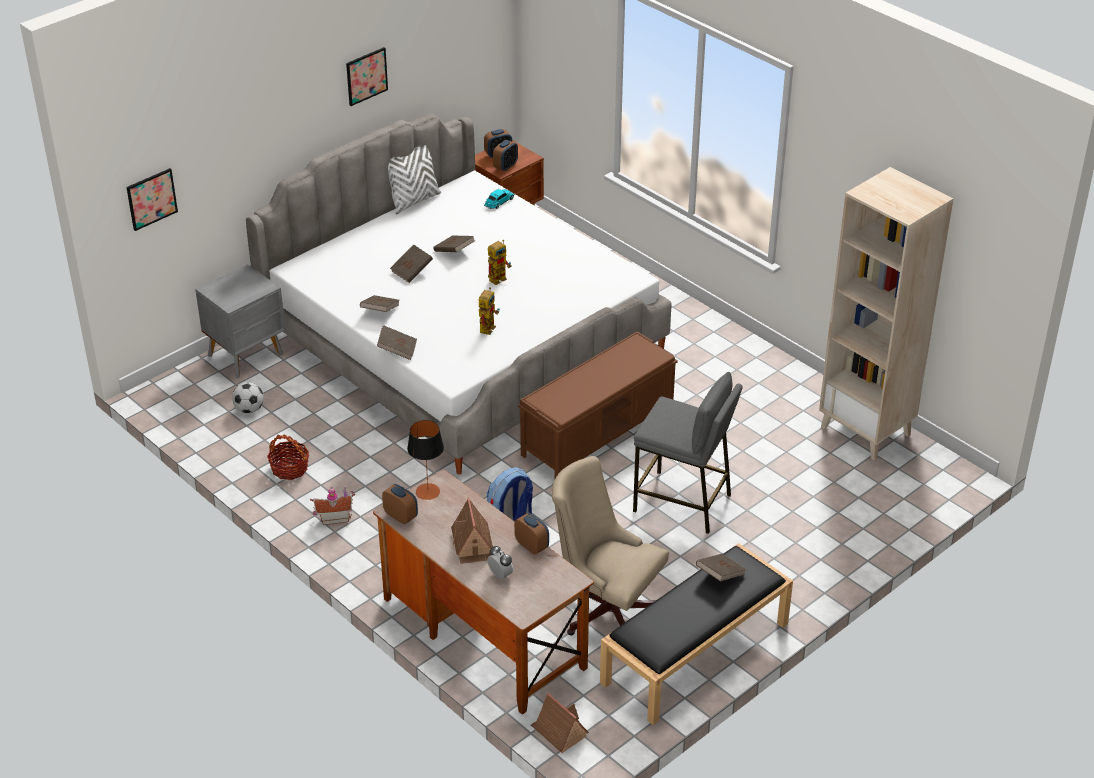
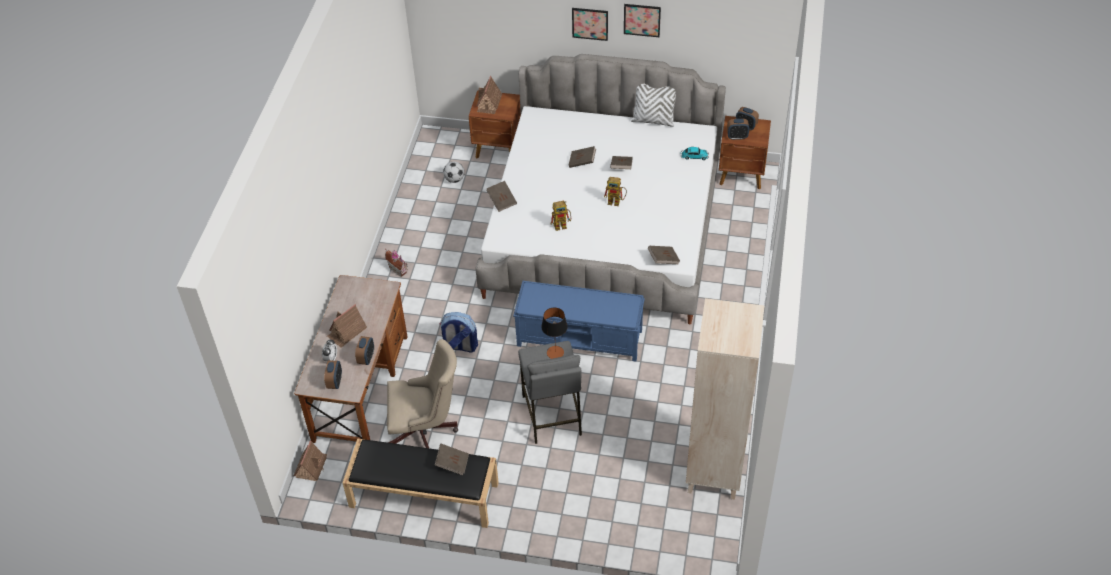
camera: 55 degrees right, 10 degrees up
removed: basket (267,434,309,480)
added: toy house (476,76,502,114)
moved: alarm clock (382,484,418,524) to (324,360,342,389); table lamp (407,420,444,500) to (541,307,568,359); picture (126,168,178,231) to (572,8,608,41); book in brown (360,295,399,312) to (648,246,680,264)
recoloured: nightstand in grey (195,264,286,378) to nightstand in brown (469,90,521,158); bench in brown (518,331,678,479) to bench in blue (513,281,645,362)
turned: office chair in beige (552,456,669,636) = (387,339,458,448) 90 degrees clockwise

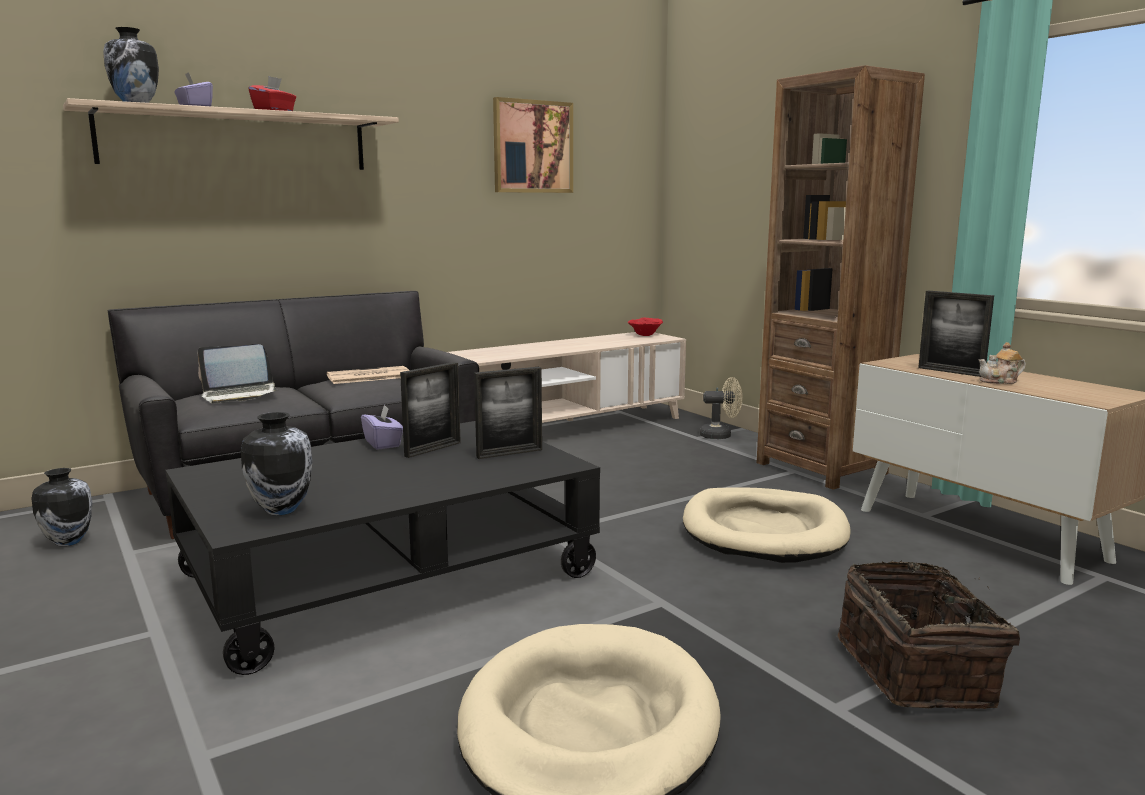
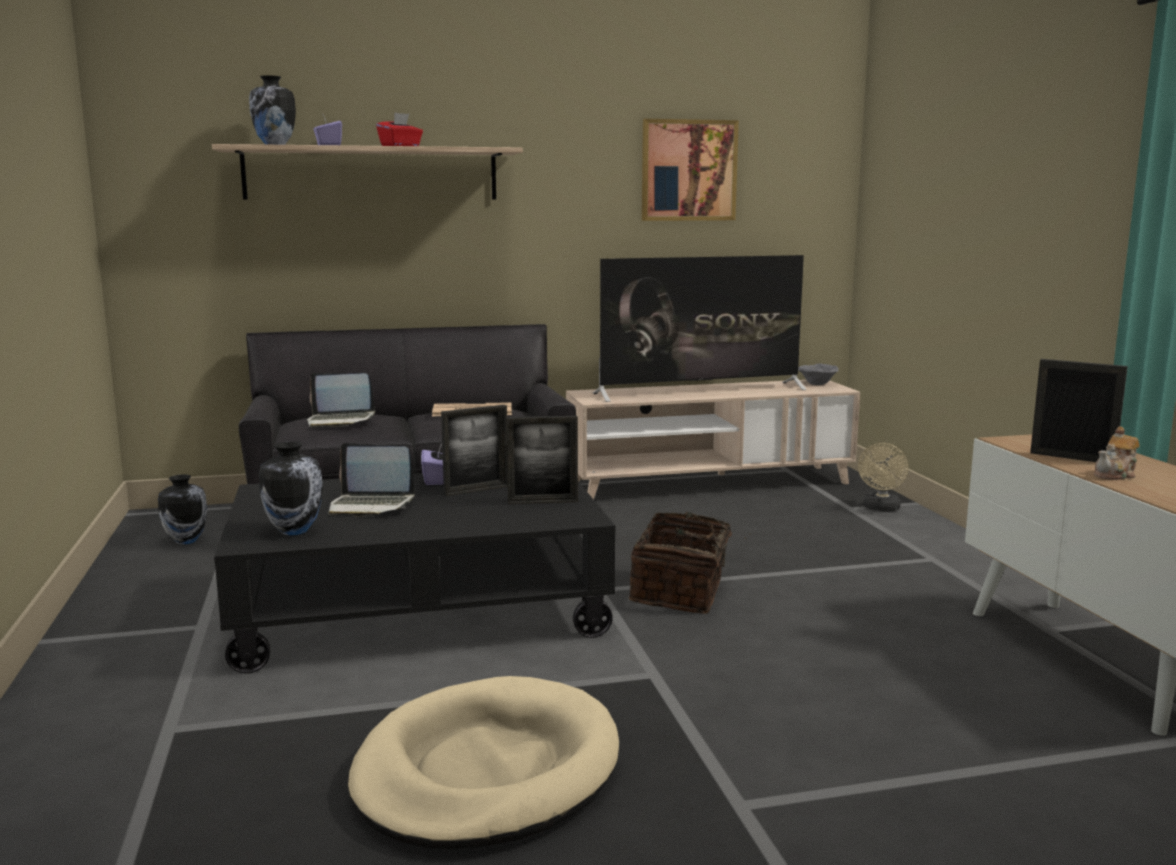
camera: 20 degrees right, 0 degrees up
removed: dog bed in beige (683,487,851,563); bookcase in brown (757,65,925,489)
added: laptop (328,443,415,517); television (593,255,806,402)
moved: basket (838,561,1020,709) to (629,512,751,614)
recoloured: bowl in red (628,318,663,336) to bowl in grey (798,363,839,385)
turned: fan in beige (700,377,742,439) = (858,443,908,511) 90 degrees clockwise; picture frame (918,291,994,377) = (1030,359,1128,462) 150 degrees clockwise; teapot (979,342,1026,384) = (1094,427,1140,480) 45 degrees counterclockwise

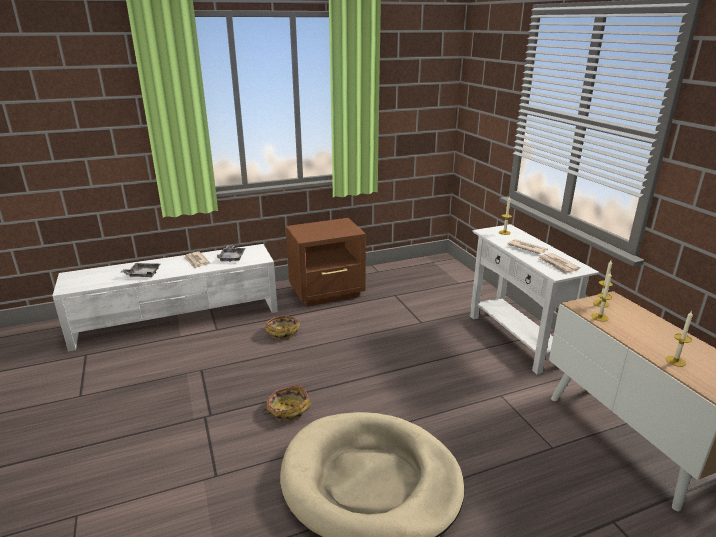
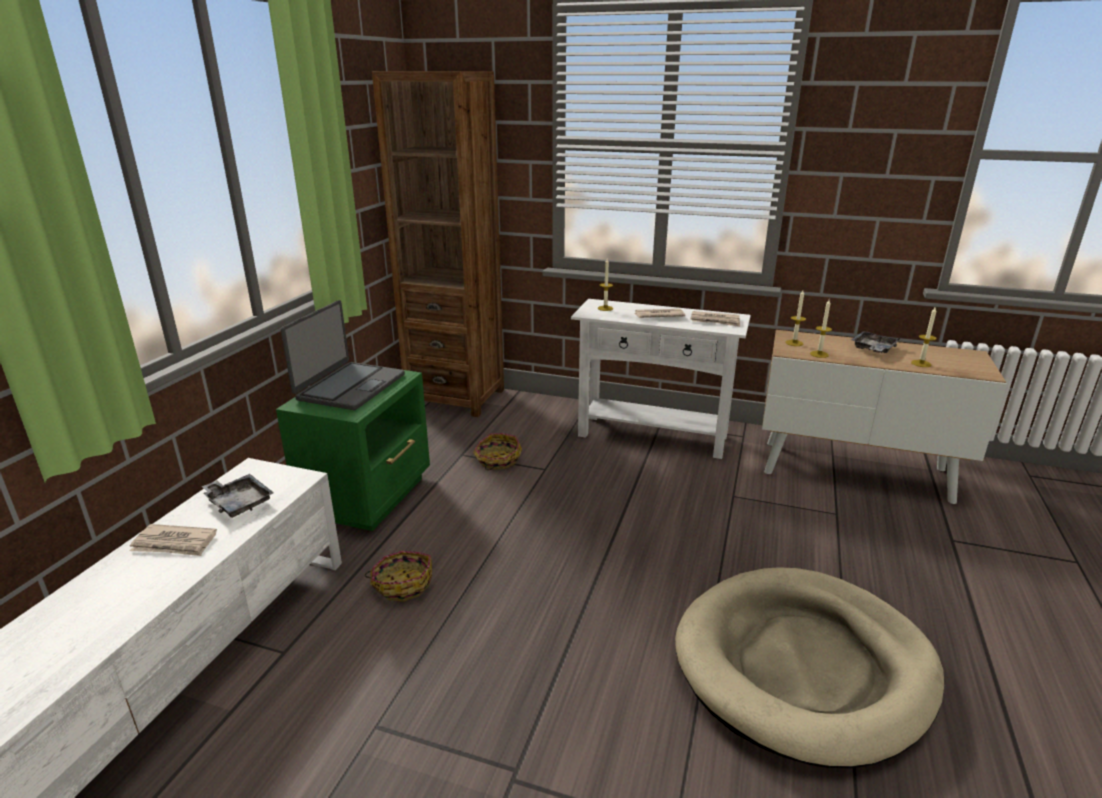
camera: 50 degrees left, 0 degrees up
added: laptop (281,300,405,410); bookcase in brown (372,71,504,417)
moved: basket (262,385,311,421) to (473,433,522,470); tray in grey (120,263,160,277) to (851,331,900,353)
recoloured: nightstand in brown (286,218,366,307) to nightstand in green (276,370,430,531)

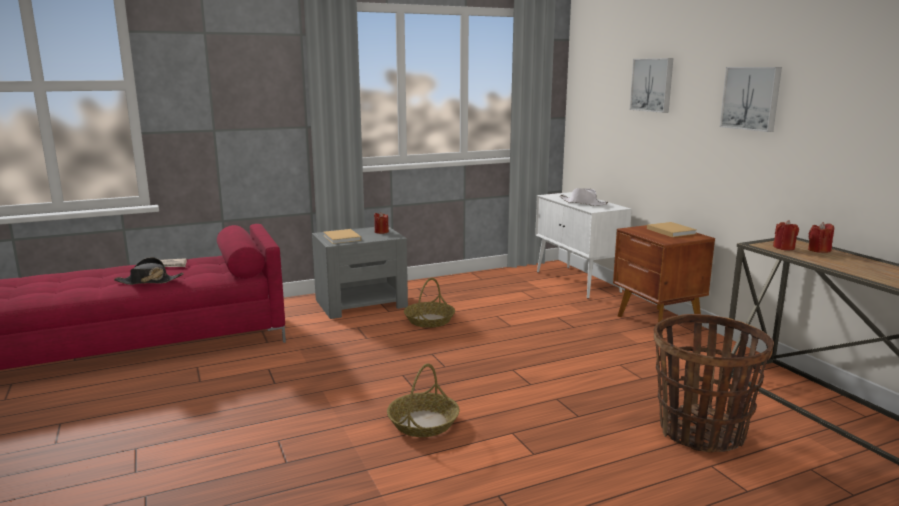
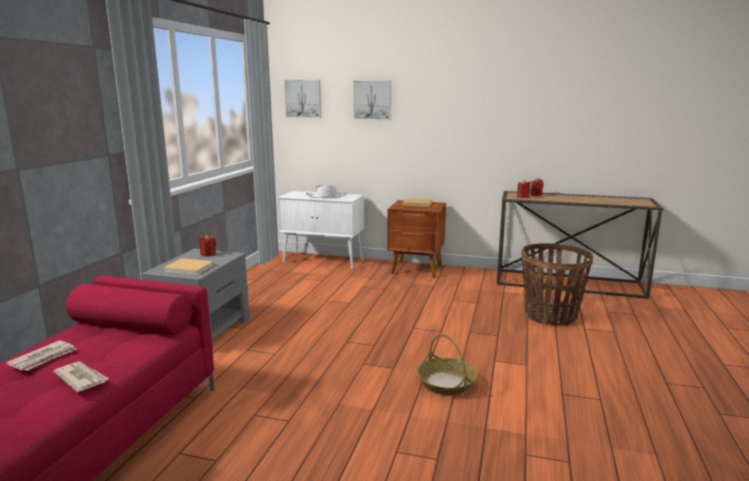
camera: 50 degrees left, 0 degrees up
removed: basket (404,278,455,328)
moved: picture (720,67,782,132) to (284,80,321,118)
replaced: hat in black (114,257,184,285) to newspaper (53,361,109,392)

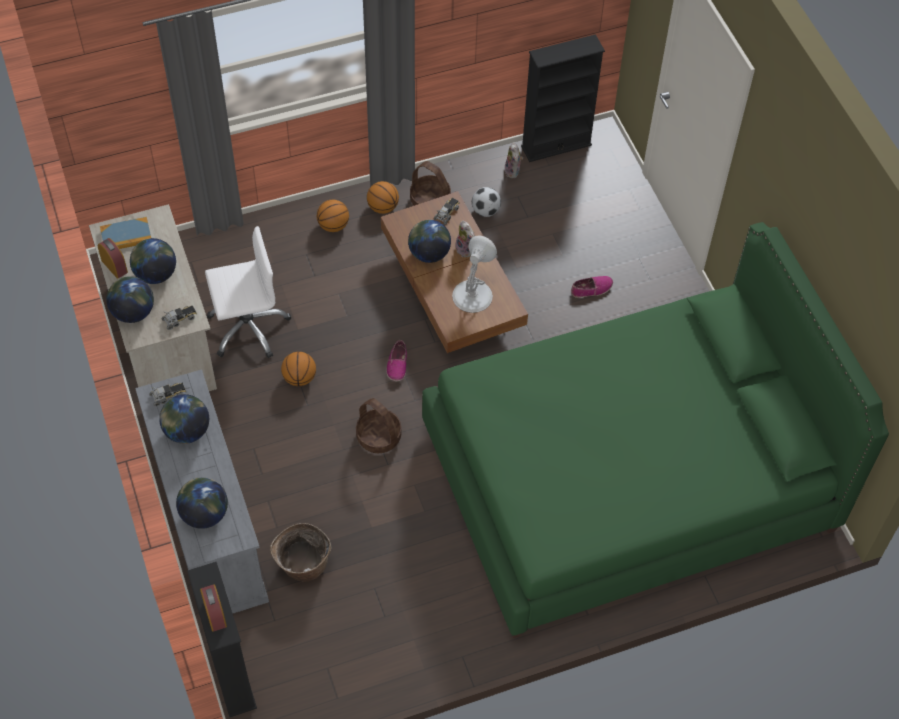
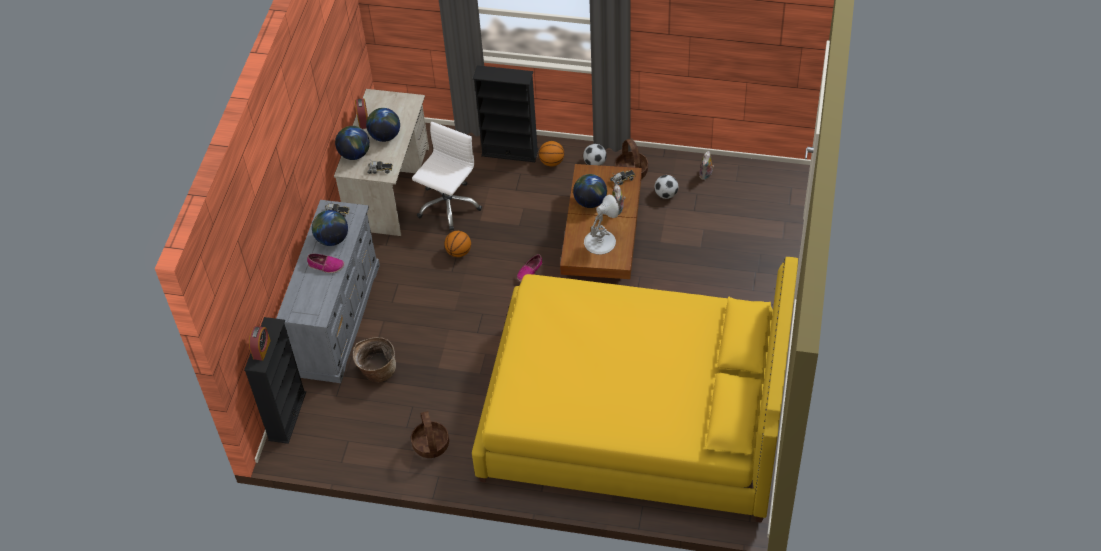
camera: 35 degrees right, 5 degrees down
removed: book (100,217,151,249); globe (176,477,228,529)
moved: shoe (571,276,613,298) to (307,253,345,273); basket (356,398,402,453) to (411,411,449,458); bookcase in black (521,34,605,162) to (473,65,539,162)
replaced: basketball (367,181,399,214) to football (583,144,607,166)
recoloured: bed in green (422,222,889,638) to bed in yellow (472,257,798,523)
turned: office chair in white (205,226,291,358) = (412,122,482,231) 75 degrees counterclockwise

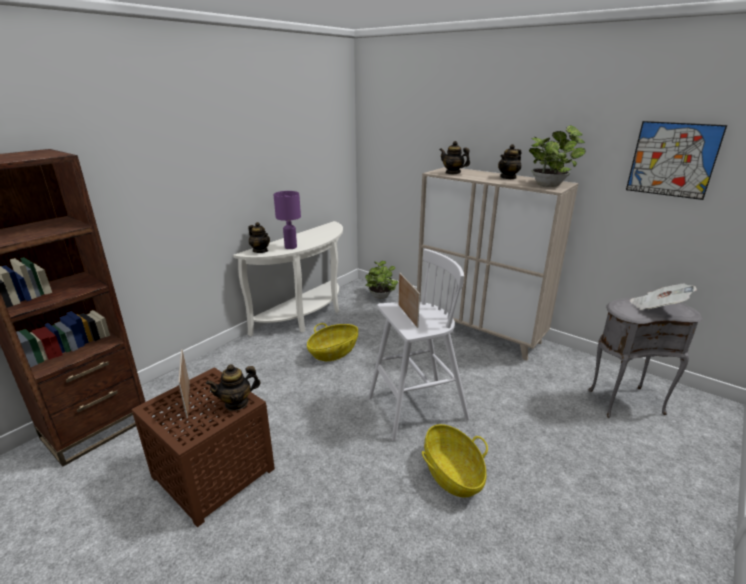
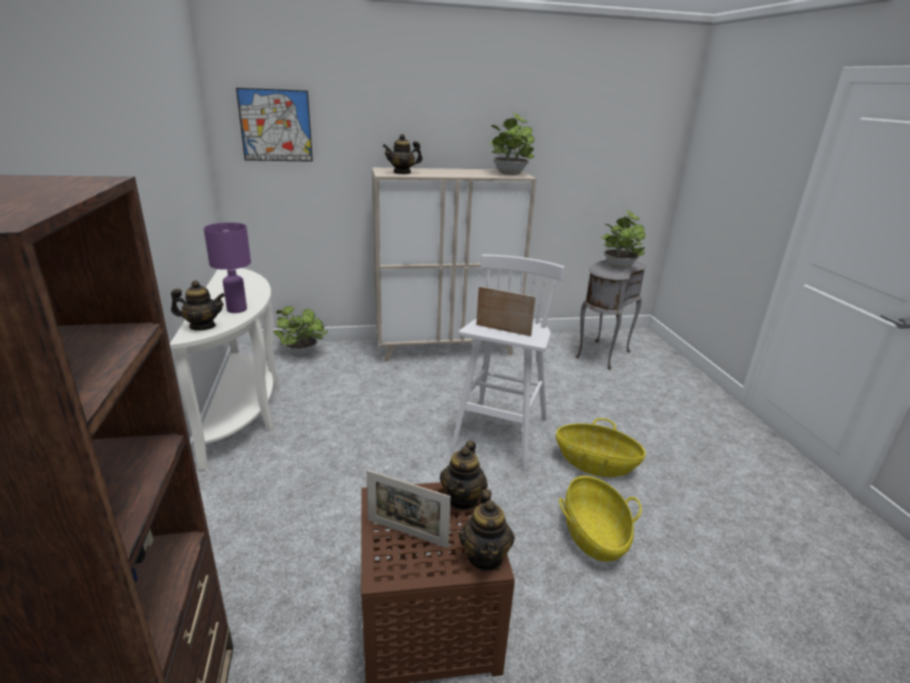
camera: 50 degrees left, 0 degrees up
moved: picture (626,121,727,200) to (236,88,313,162); teapot (498,144,521,179) to (459,490,515,571); basket (307,323,358,361) to (559,476,642,562)
replaced: newspaper (630,284,697,310) to potted plant (601,210,645,269)

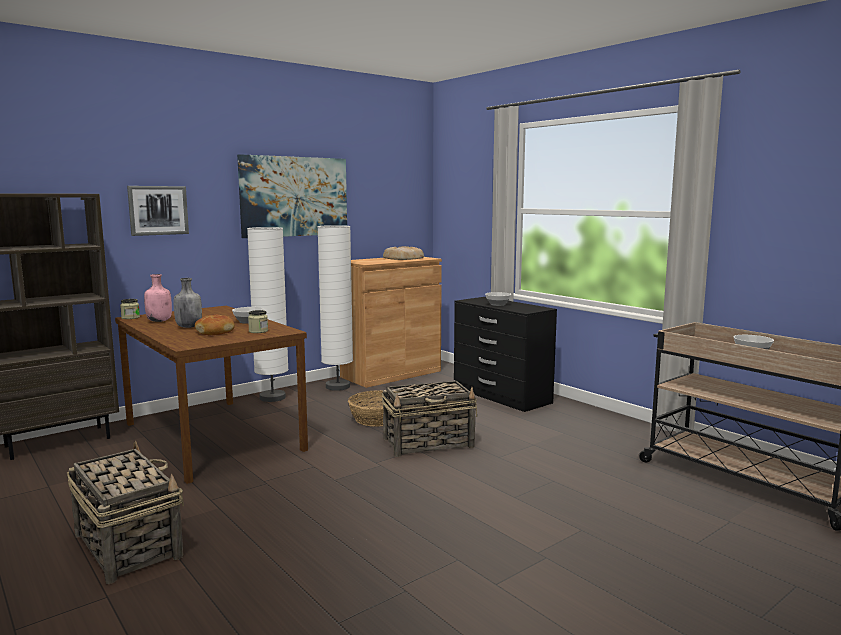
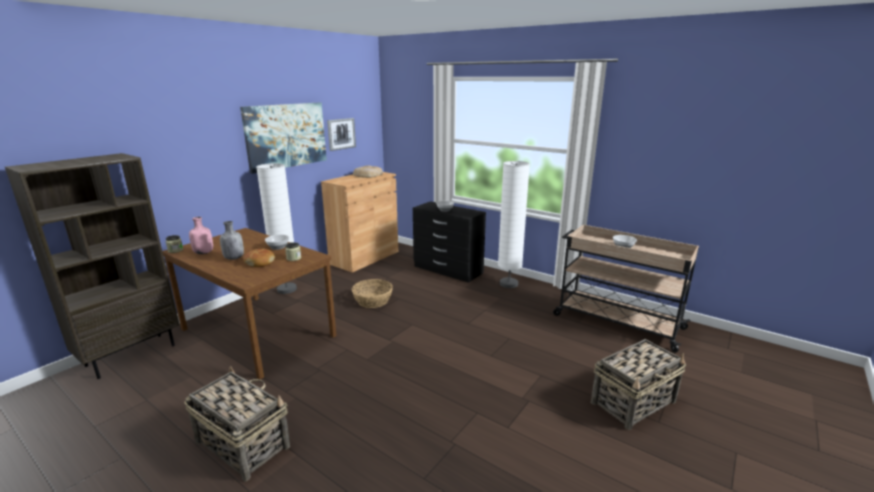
camera: 15 degrees left, 10 degrees up
moved: picture (127,186,189,236) to (327,118,356,151); floor lamp in white (317,225,353,391) to (498,161,530,288); basket (382,381,477,457) to (591,339,686,430)

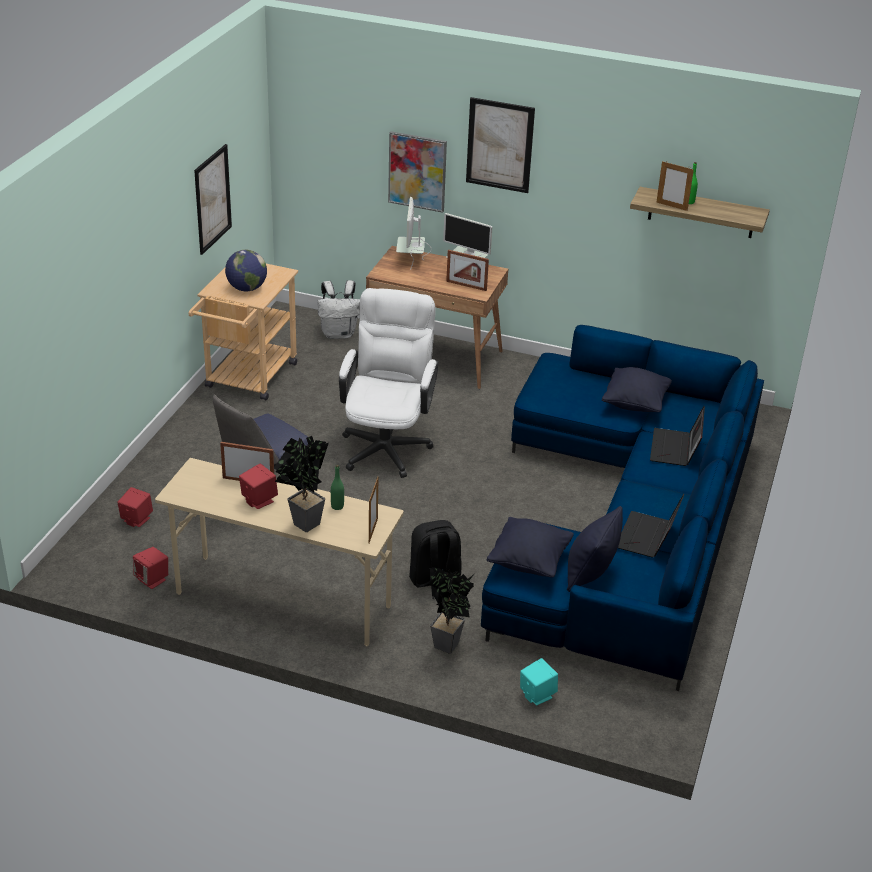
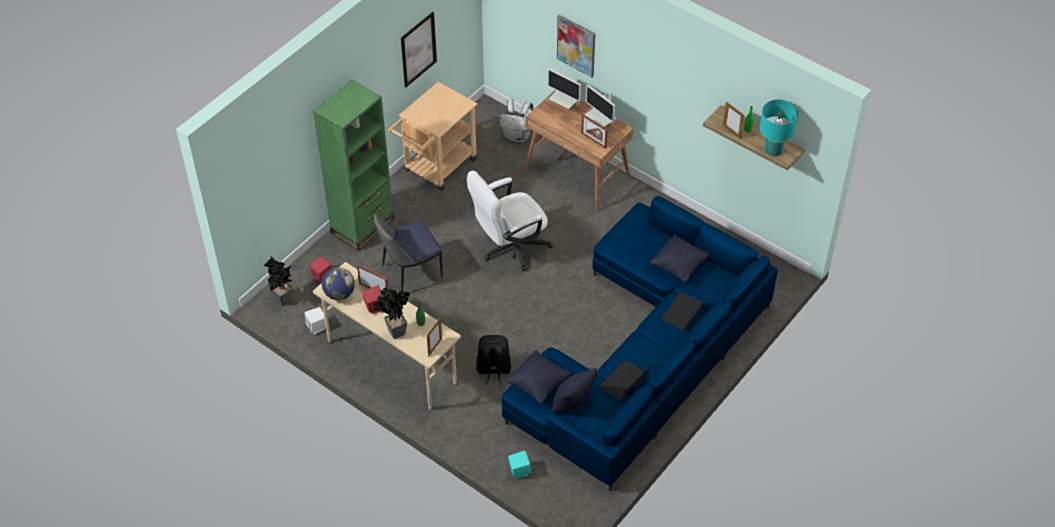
camera: 20 degrees right, 15 degrees up
removed: picture (466,97,535,193)
added: bookcase in green (313,80,394,251); table lamp in turquoise (760,100,798,156)
moved: potted plant (429,567,474,654) to (264,255,293,306); globe (225,250,267,292) to (322,267,355,300)
recoloured: speaker in red (133,547,168,589) to speaker in white (305,307,326,334)
turned: office chair in white (339,288,439,478) = (467,170,553,271) 150 degrees counterclockwise; monitor (396,197,432,270) = (547,69,581,113) 75 degrees counterclockwise

